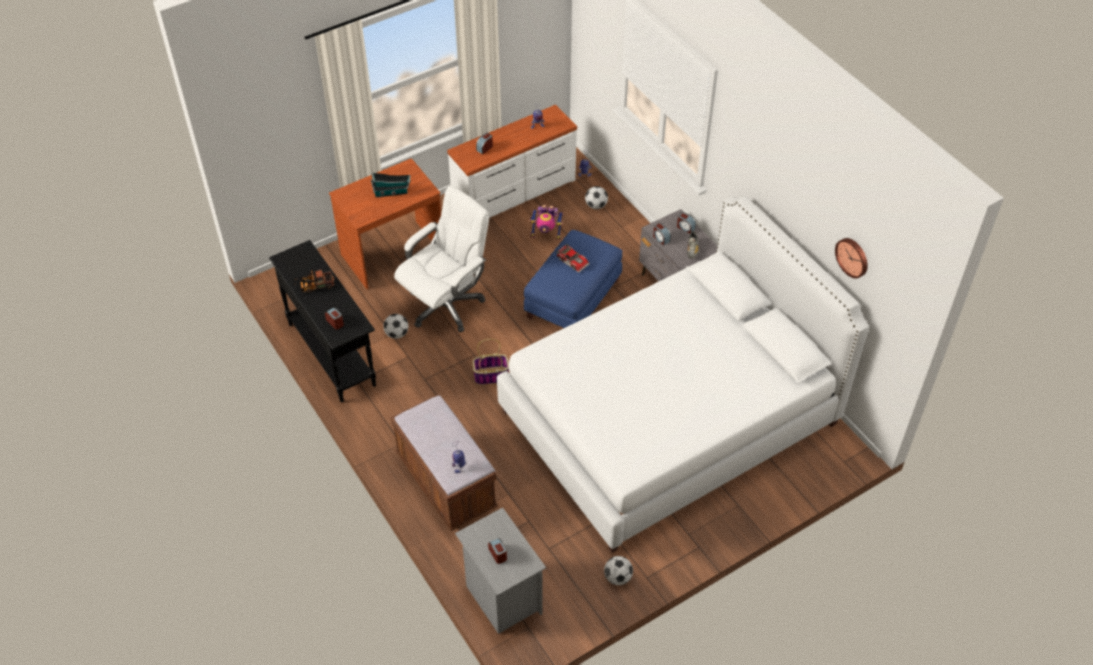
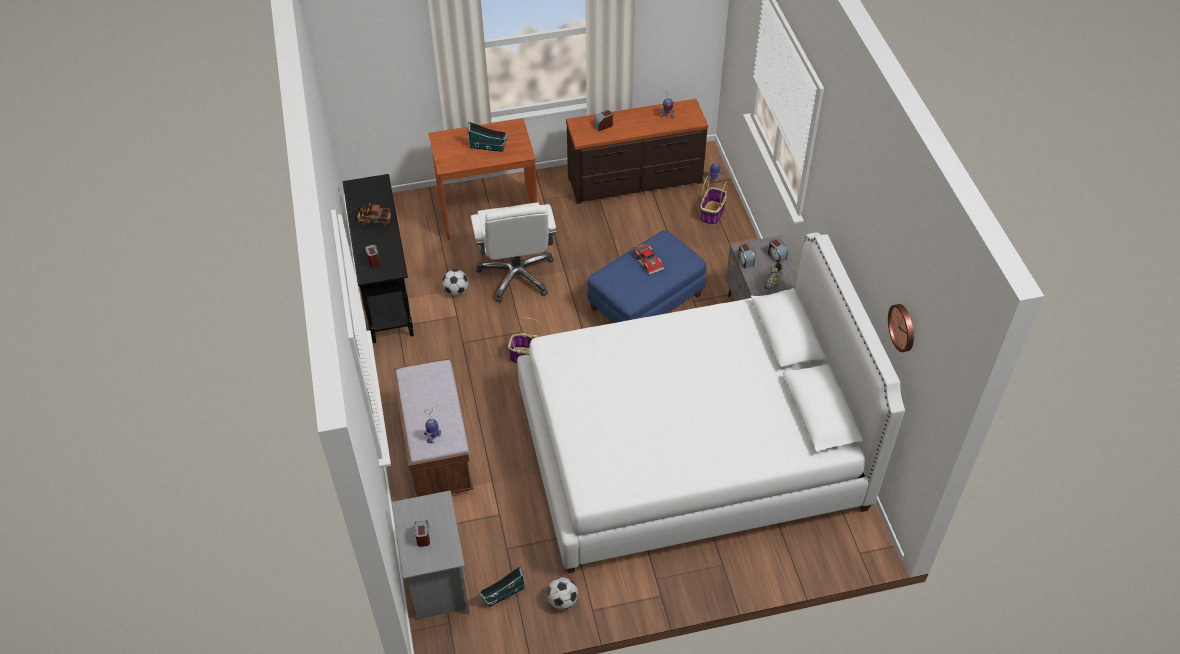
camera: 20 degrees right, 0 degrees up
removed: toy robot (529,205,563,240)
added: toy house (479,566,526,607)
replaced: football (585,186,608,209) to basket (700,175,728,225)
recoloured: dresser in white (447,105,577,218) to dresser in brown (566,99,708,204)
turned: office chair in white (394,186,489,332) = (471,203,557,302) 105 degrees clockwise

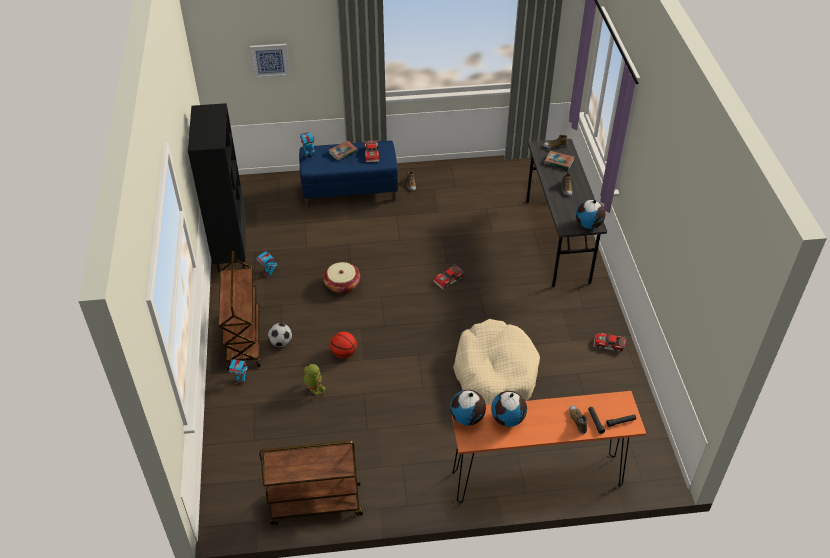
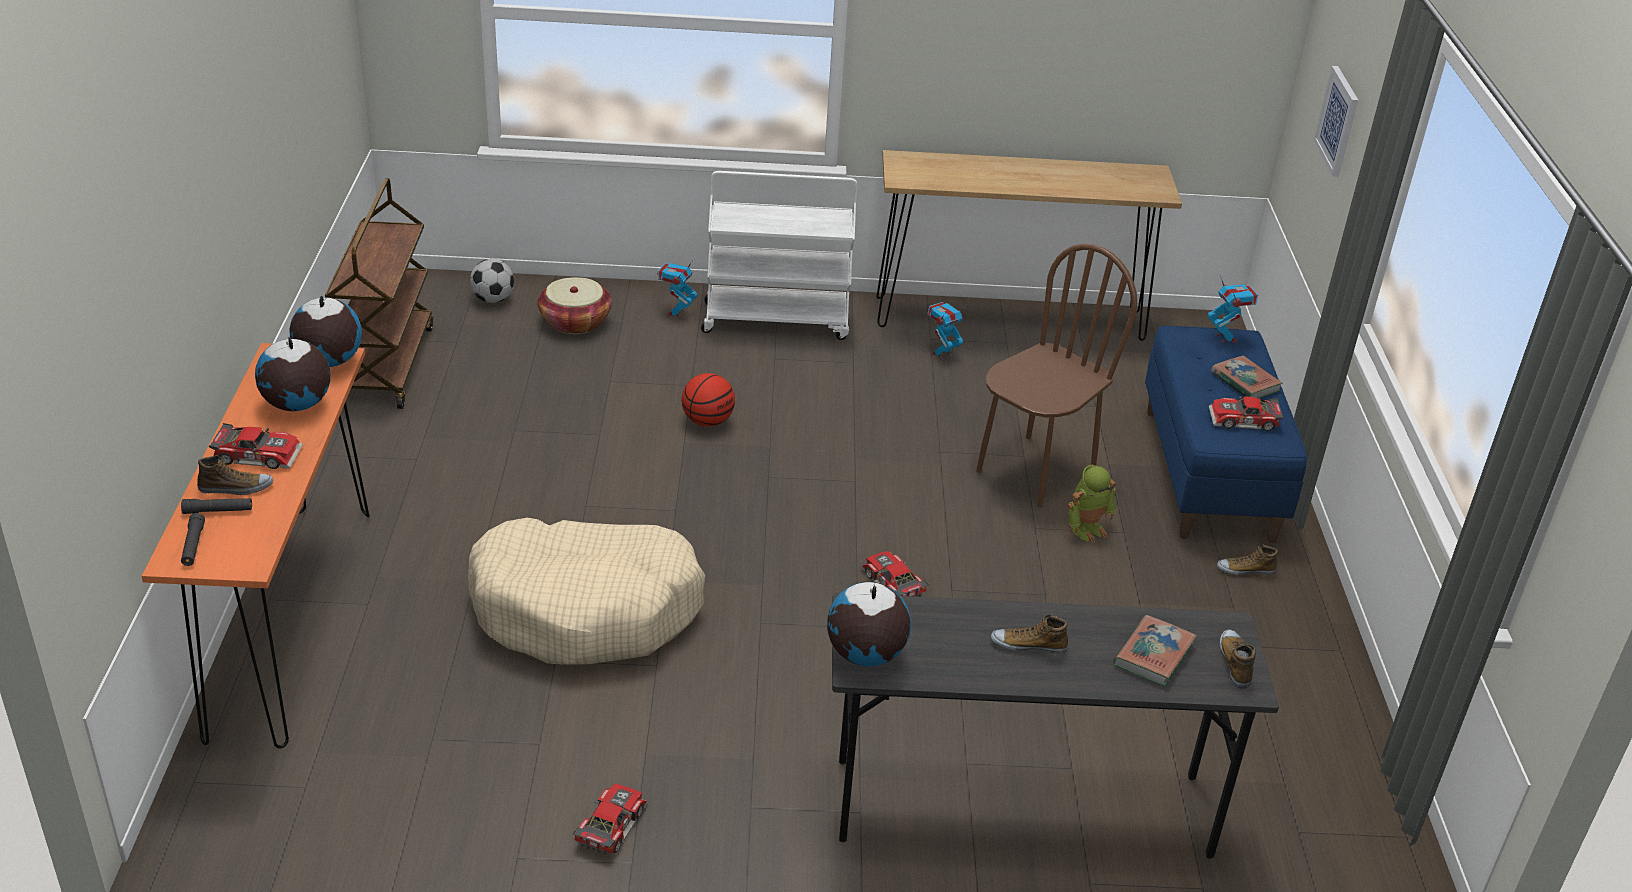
camera: 95 degrees right, 10 degrees down
added: toy car (209,423,303,469); chair in brown (976,244,1138,508)
moved: football (268,323,292,347) to (470,259,514,303); basket (323,262,360,294) to (538,277,612,334); toy robot (303,364,325,396) to (1067,465,1116,543)
replaced: bookcase in black (188,103,246,272) to console table in brown (876,150,1182,341)
recoloured: cart in brown (218,251,261,370) to cart in white (701,171,857,340)

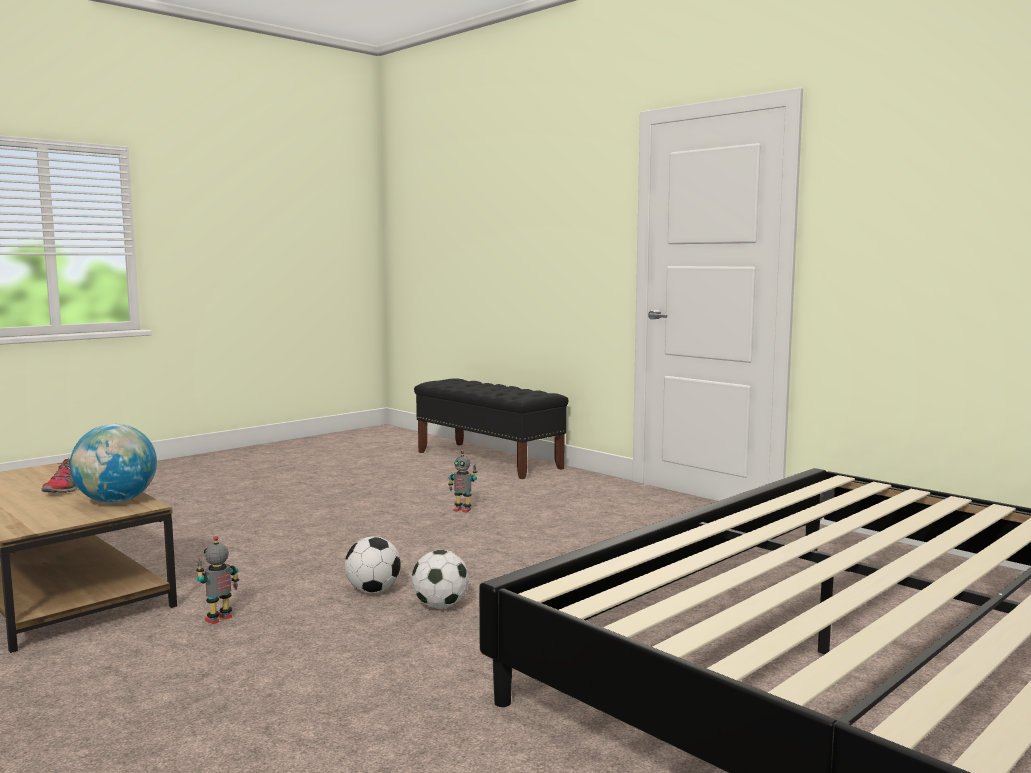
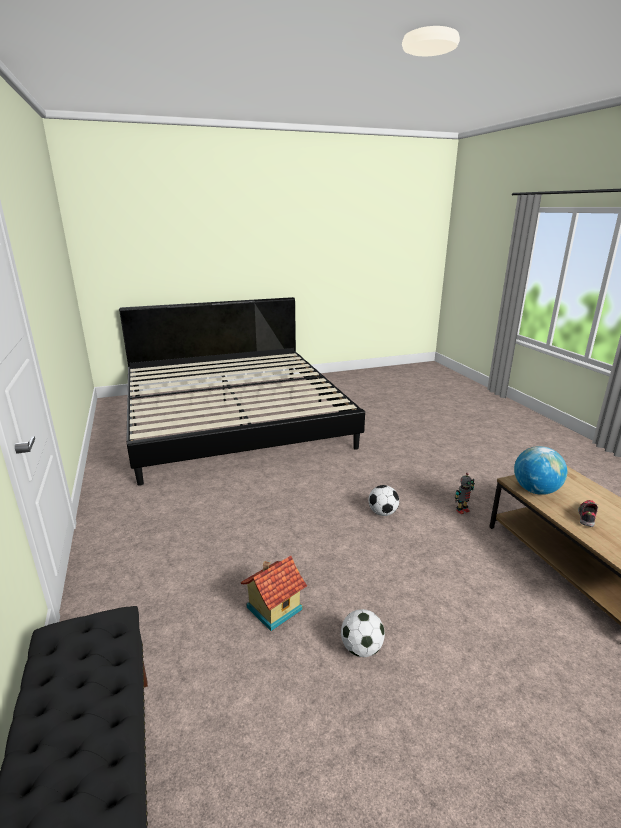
camera: 155 degrees left, 15 degrees up
moved: football (412,550,469,608) to (341,609,385,657)
replaced: toy robot (448,451,478,513) to toy house (240,556,307,631)

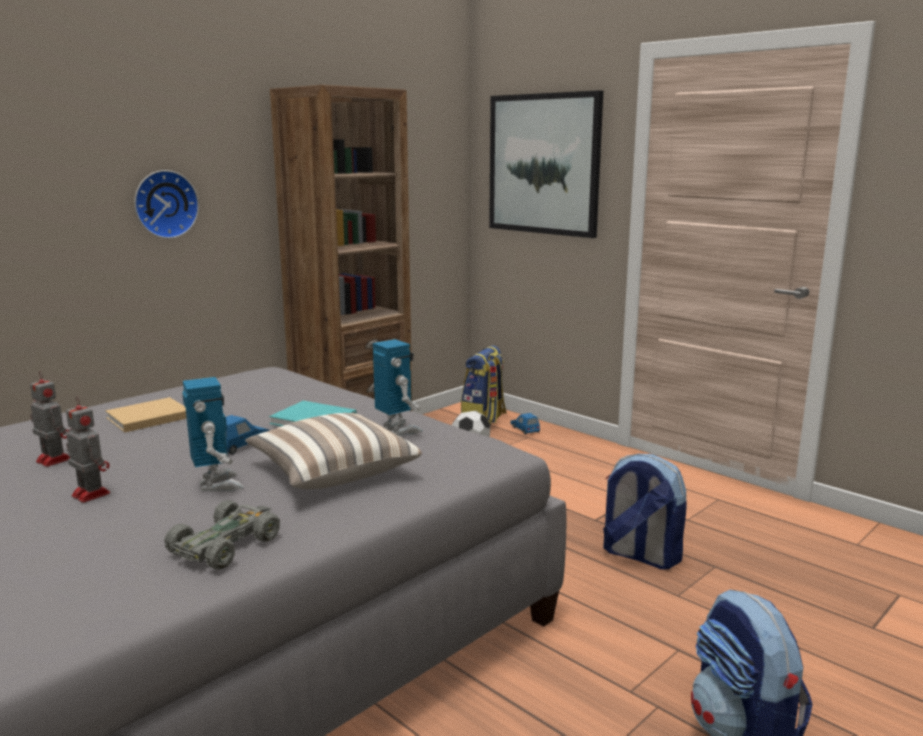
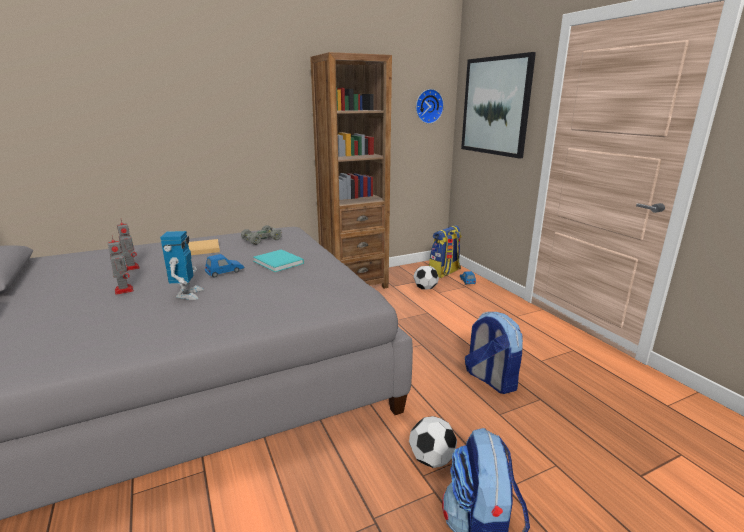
camera: 20 degrees right, 5 degrees up
removed: pillow (245,413,422,489); toy robot (373,339,422,435)
added: football (409,416,457,468)
moved: toy car in grey (164,500,280,570) to (241,225,282,245); wall clock (134,170,199,239) to (416,89,444,124)

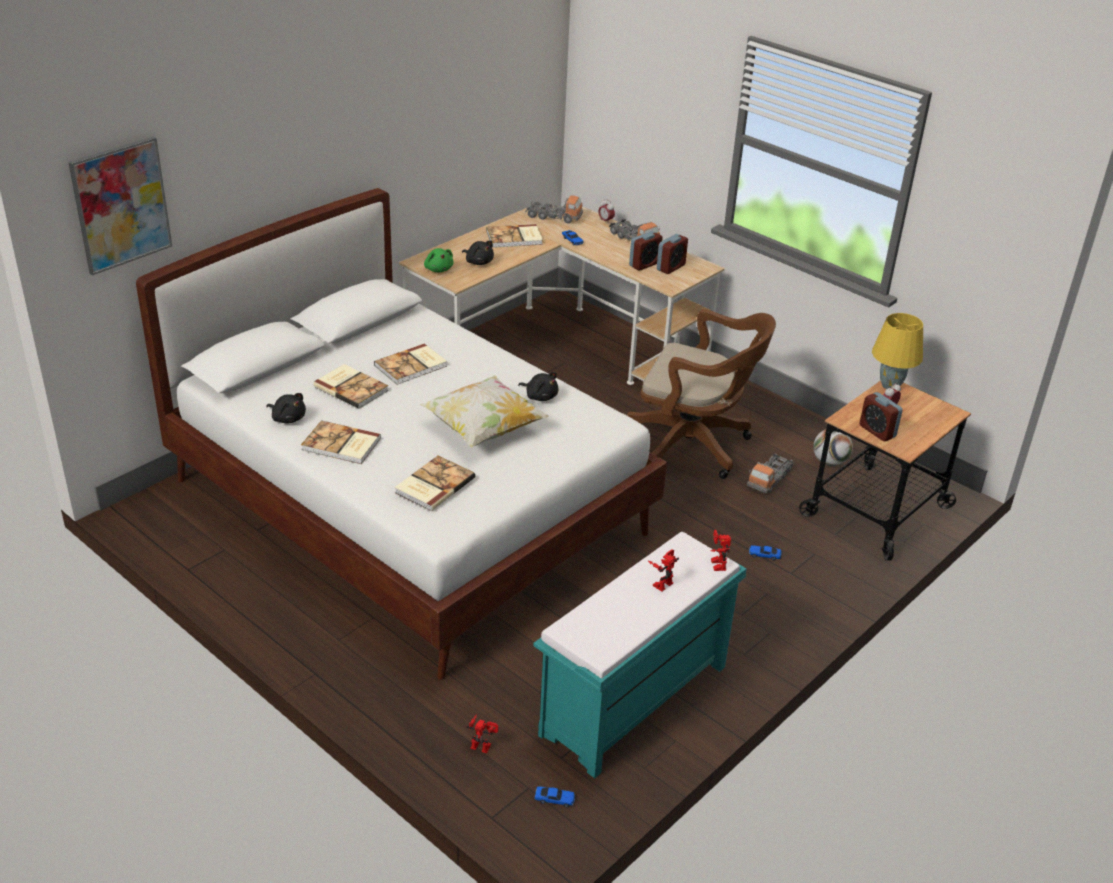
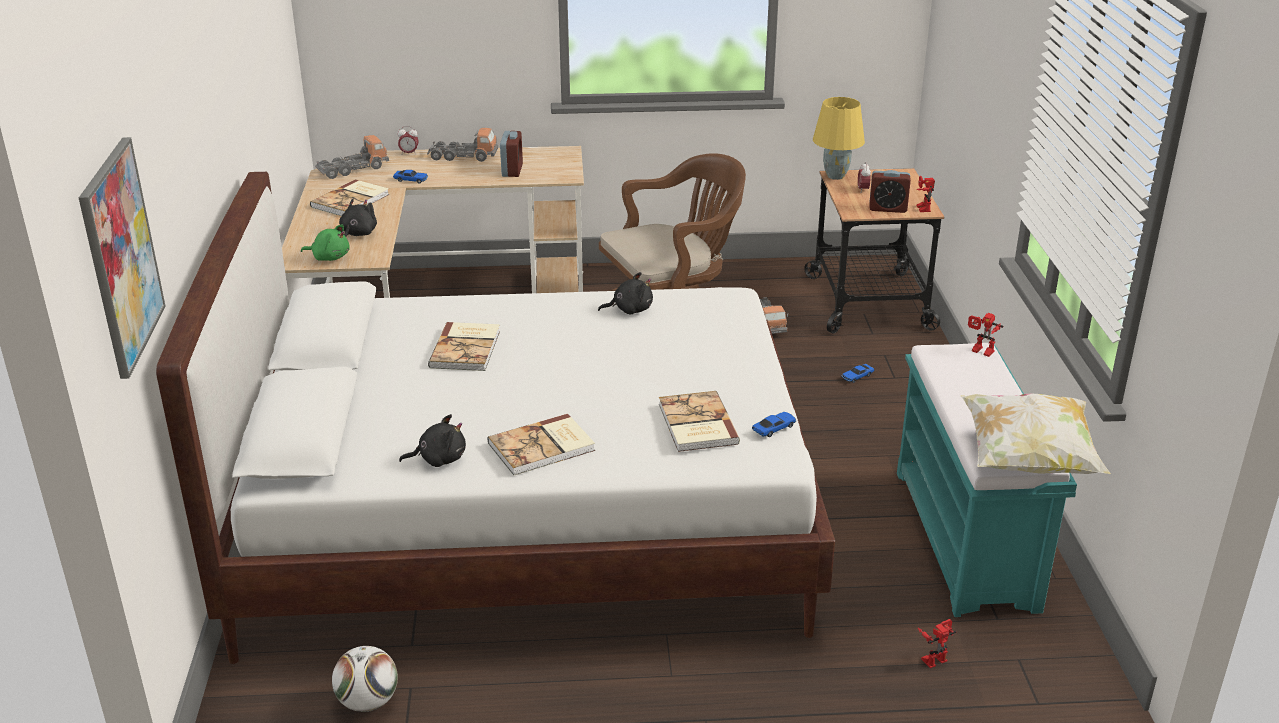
camera: 45 degrees left, 5 degrees down
removed: book (313,364,389,409); alarm clock (657,234,688,274)
moved: football (813,429,853,466) to (332,646,398,712); toy car (534,786,575,807) to (752,412,796,437); toy robot (648,549,679,591) to (916,176,935,212); pillow (420,375,549,448) to (961,393,1111,474)
turned: plush toy in black (462,240,494,265) = (339,199,377,236) 60 degrees counterclockwise

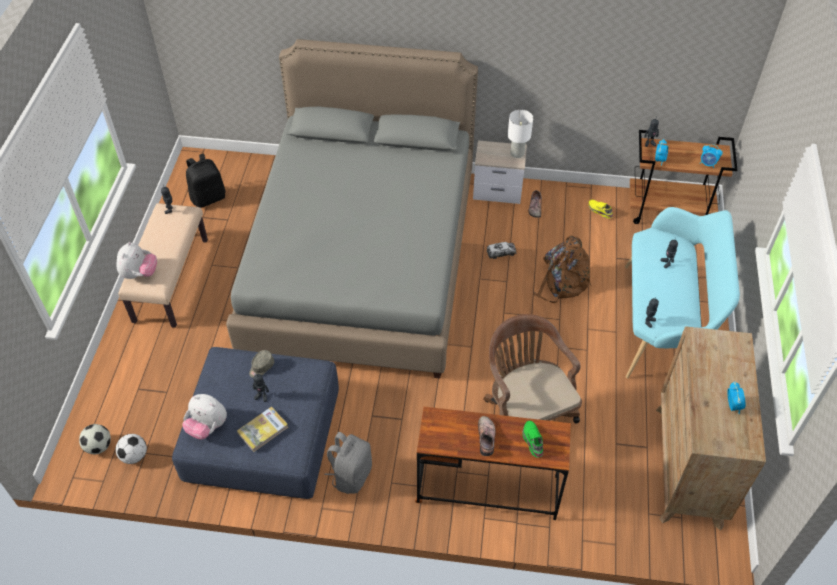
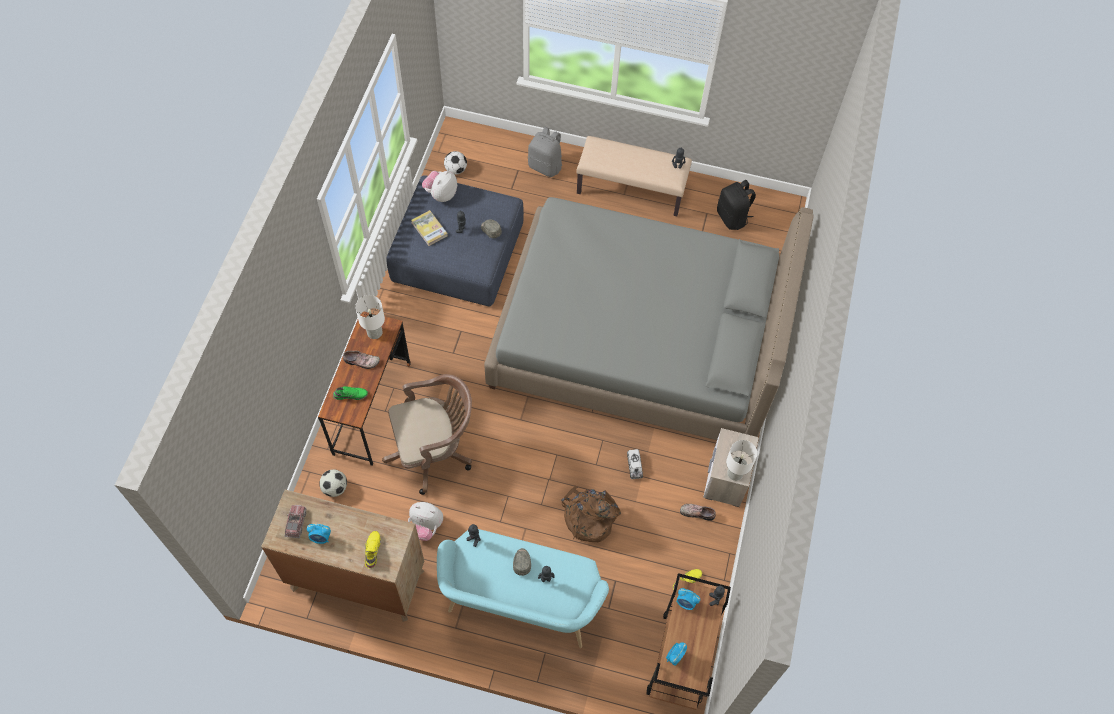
camera: 95 degrees right, 10 degrees up
added: toy truck (284,505,306,538); table lamp in white (355,295,385,339); shoe in yellow (365,531,381,568); cap in grey (513,548,531,576)
moved: football (79,424,111,454) to (319,469,347,497); plush toy (116,242,157,279) to (408,502,443,541); backpack in grey (325,432,372,494) to (528,126,562,177)

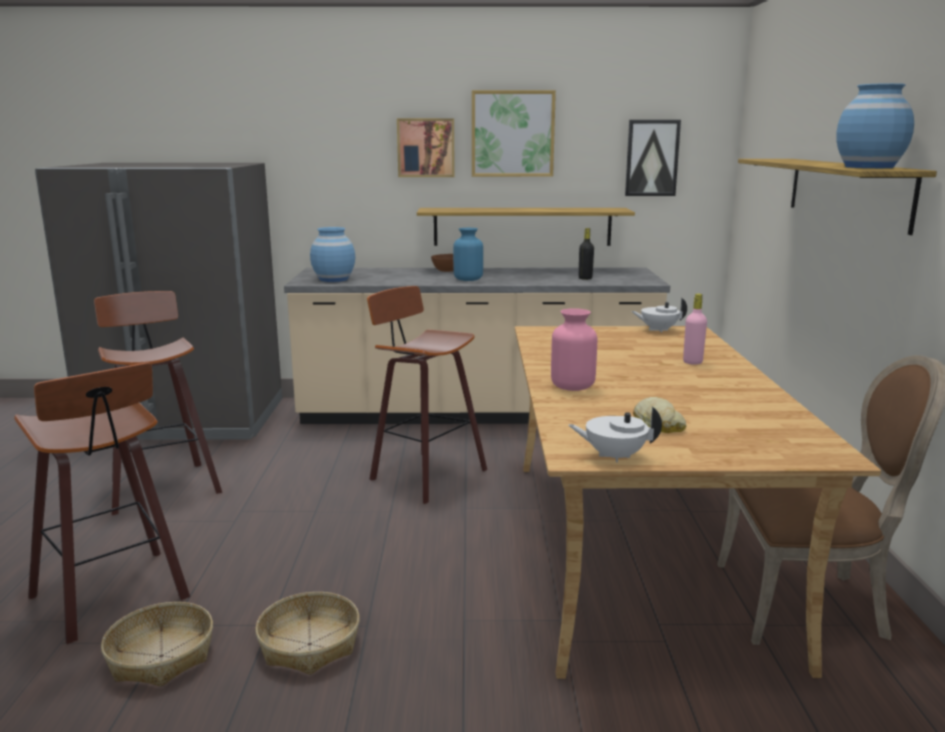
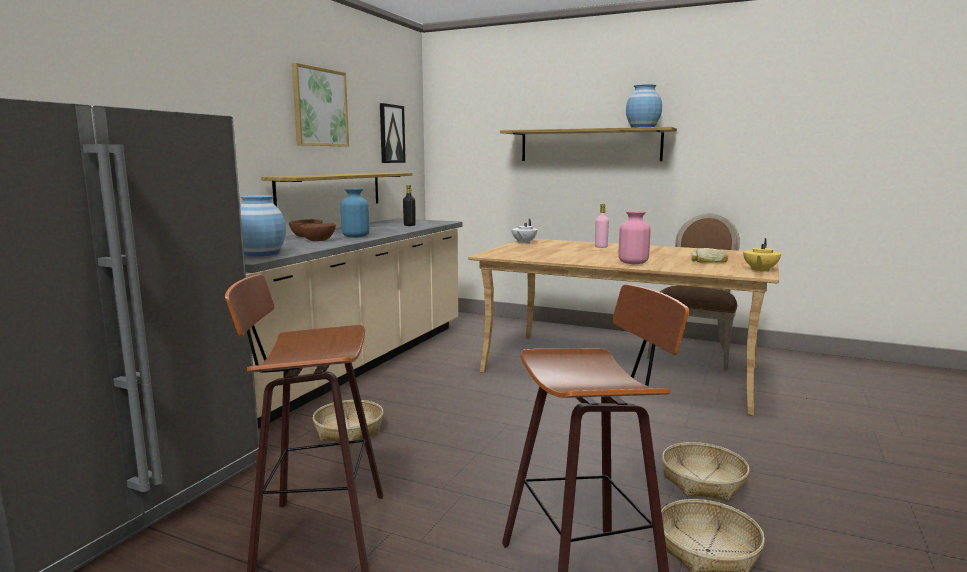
camera: 65 degrees left, 5 degrees down
removed: stool (367,286,487,504); picture (397,118,455,177)
added: bowl in brown (299,223,336,241); basket (313,400,383,445)
recoloured: teapot in white (568,406,662,463) to teapot in yellow (743,238,781,272)

